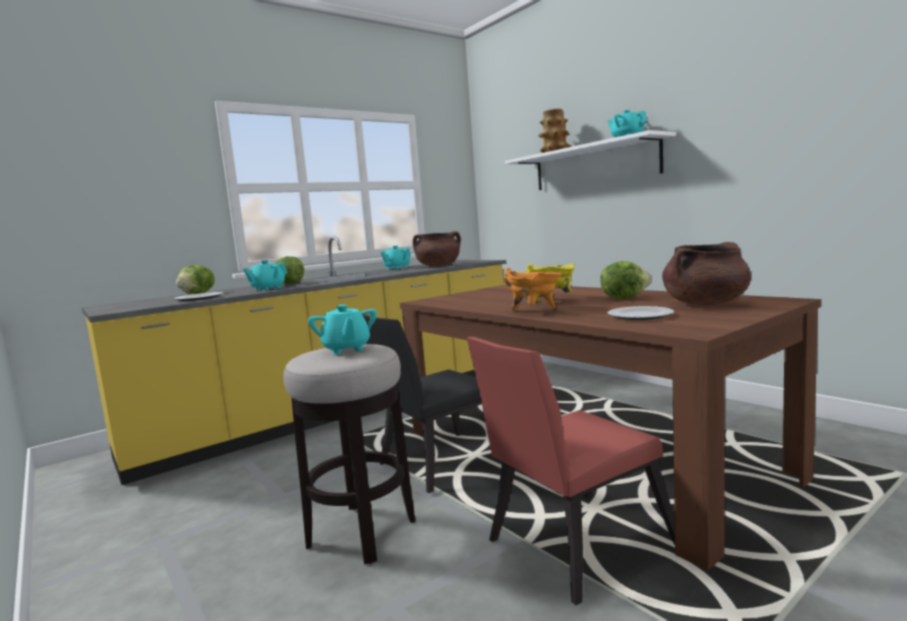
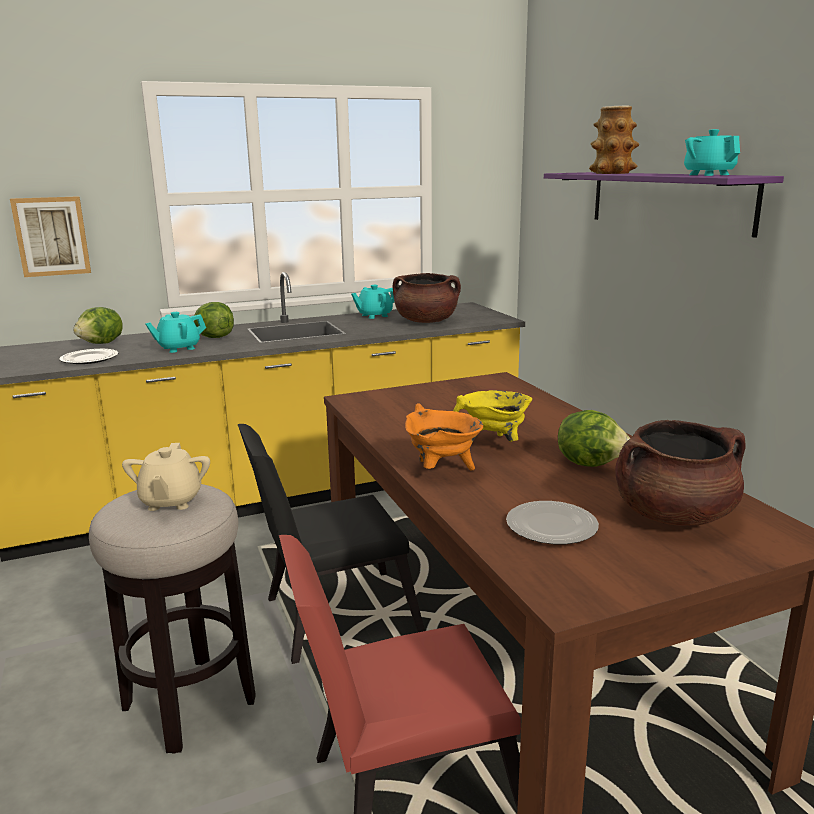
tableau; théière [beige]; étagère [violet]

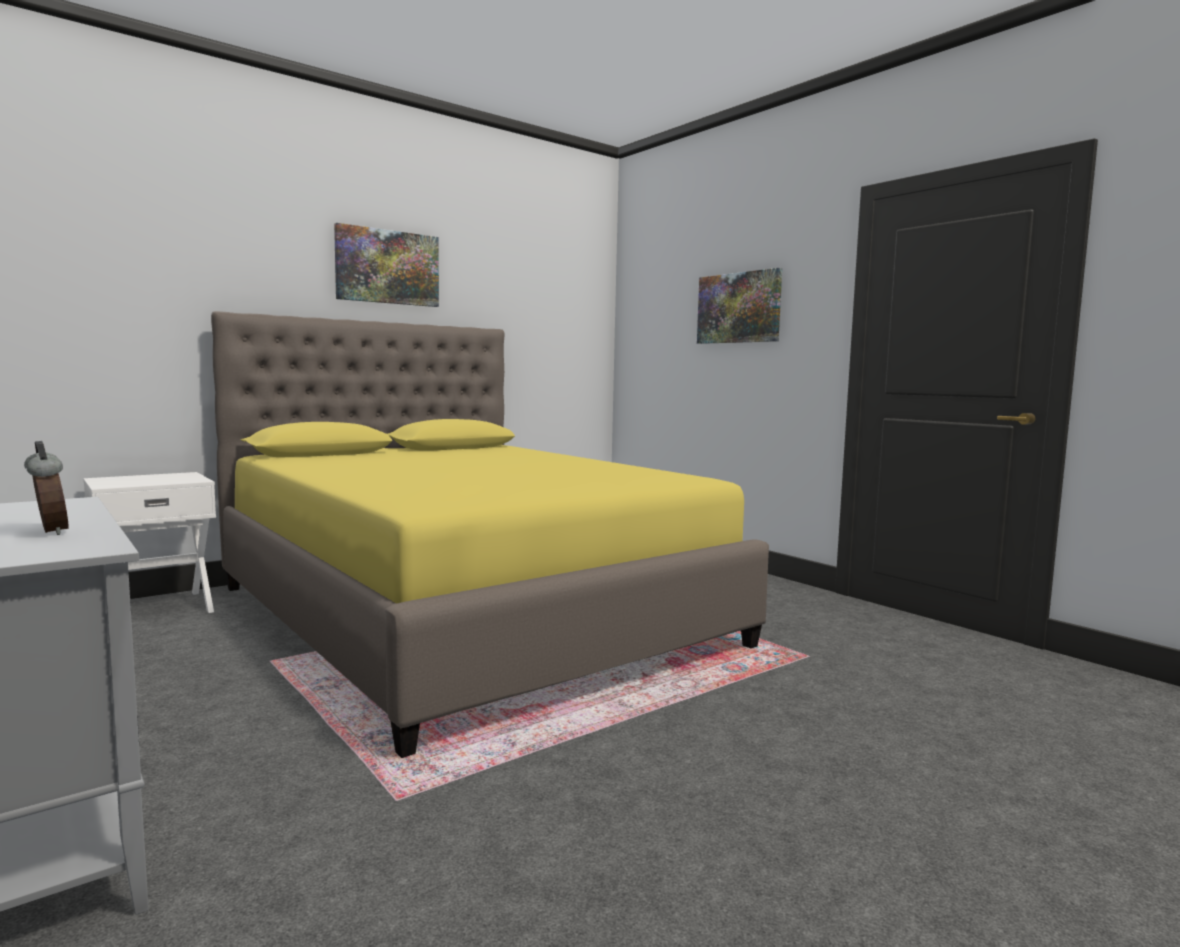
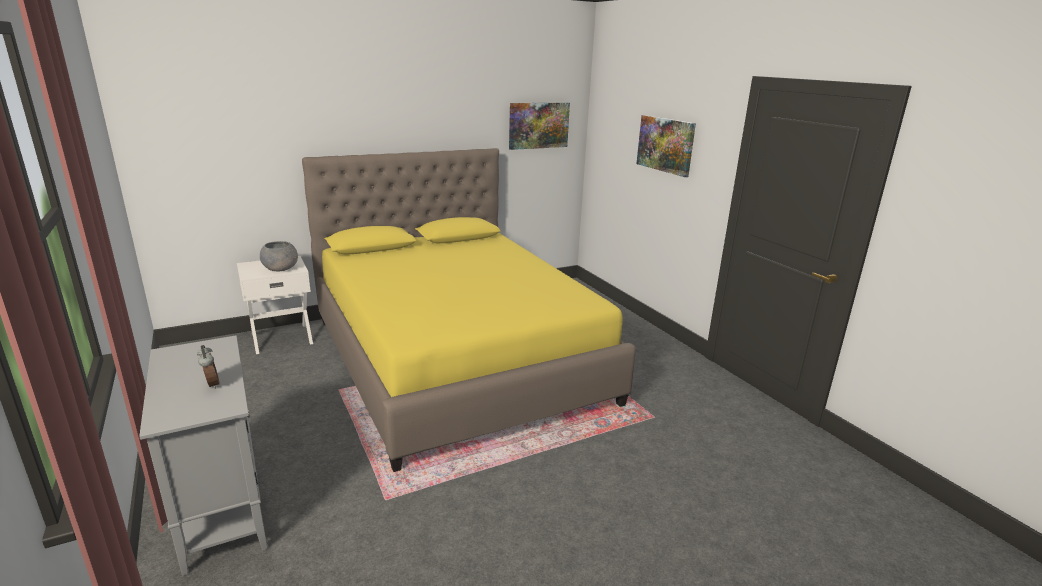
bol [gris]; tableau (no. 1 from left)

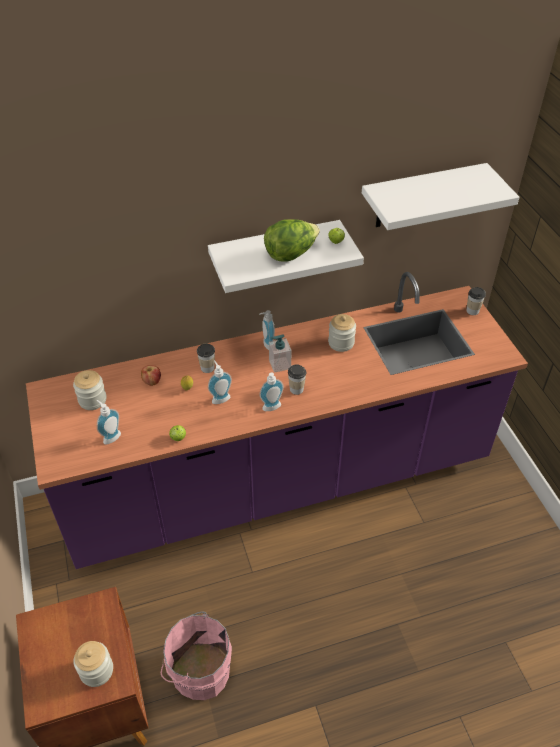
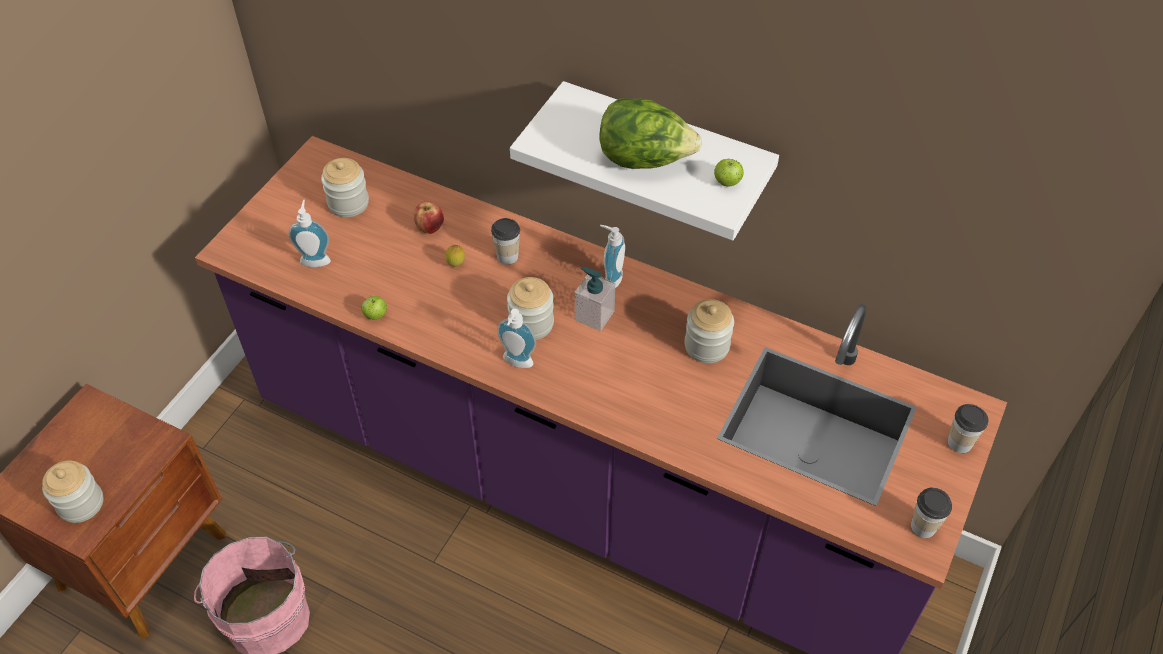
bocal (no. 3 from left); tasse (no. 2 from left); distributeur de savon (no. 2 from left in the first image); étagère [blanc] (no. 2 from left in the first image)

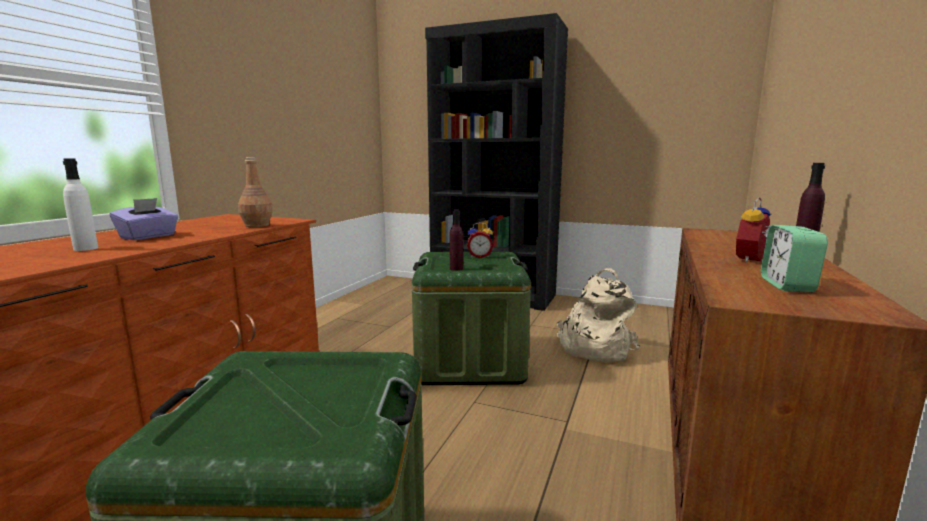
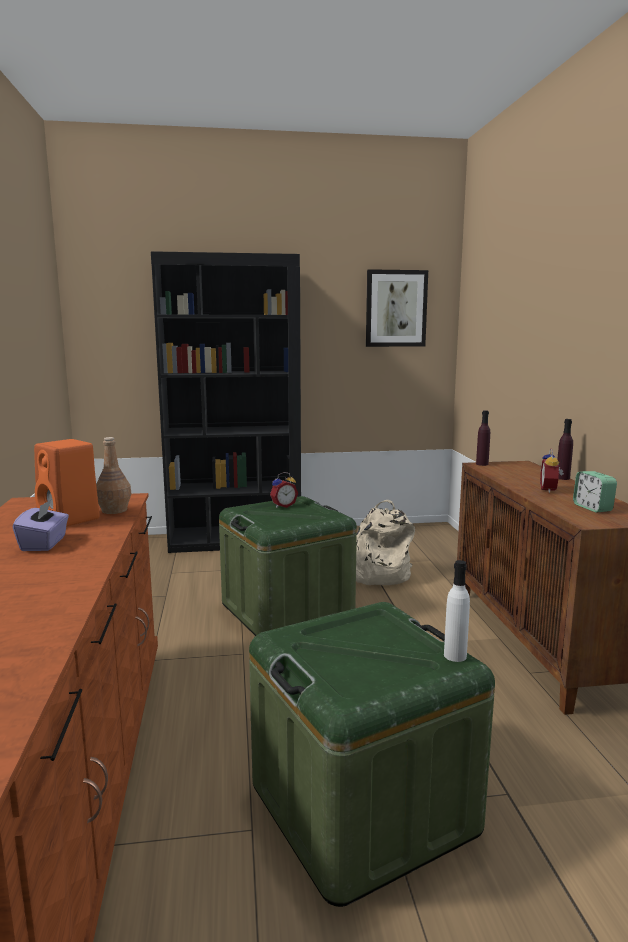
enceinte [orange]; tableau; bouteille [blanc]; bouteille [violet] (no. 1 from left)

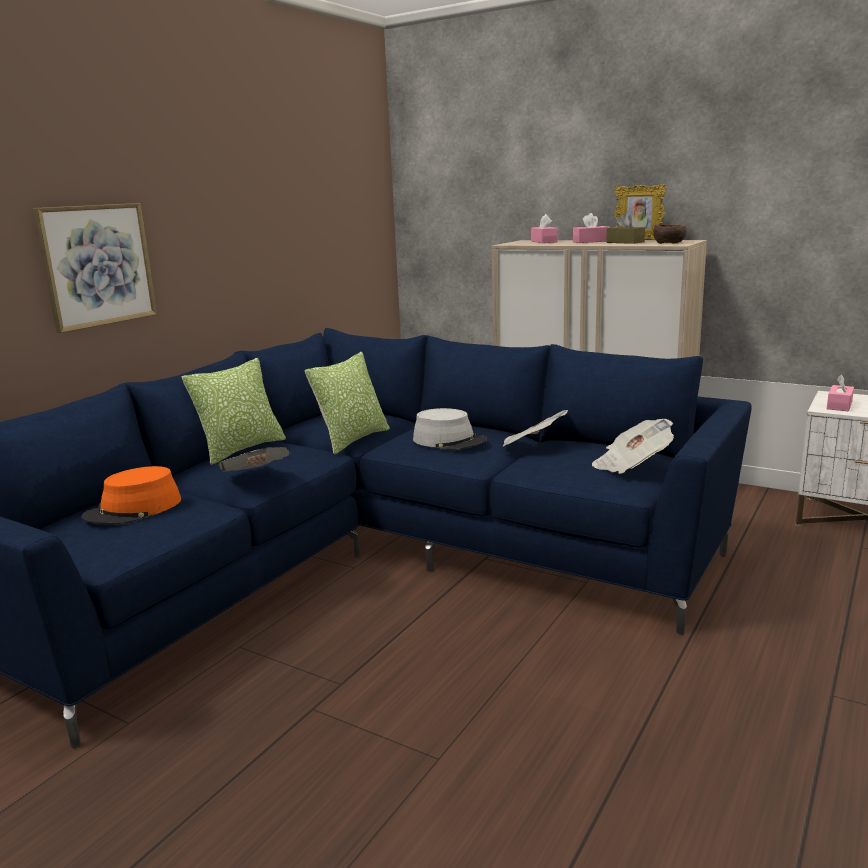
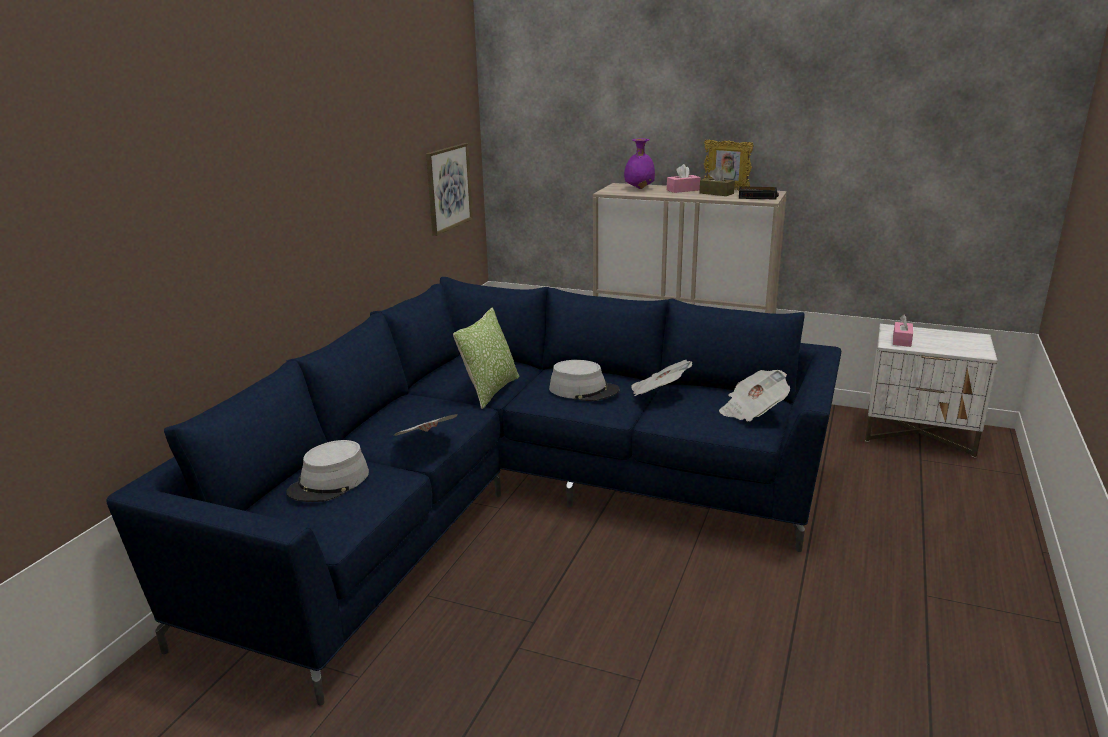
chapeau [gris] (no. 1 from left); tableau; vase [violet]; réveil; coussin (no. 1 from left in the first image)

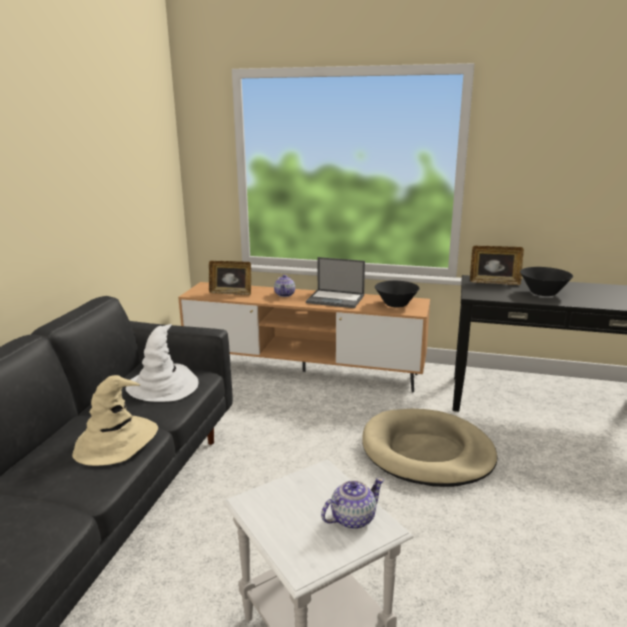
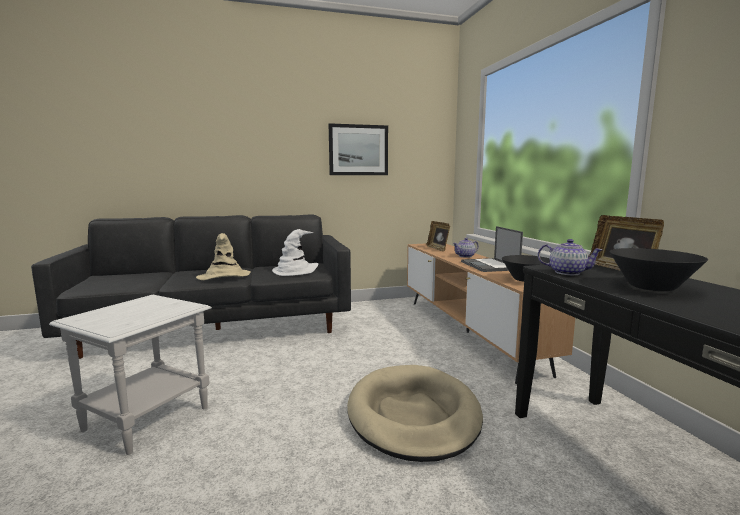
tableau; théière (no. 2 from left)

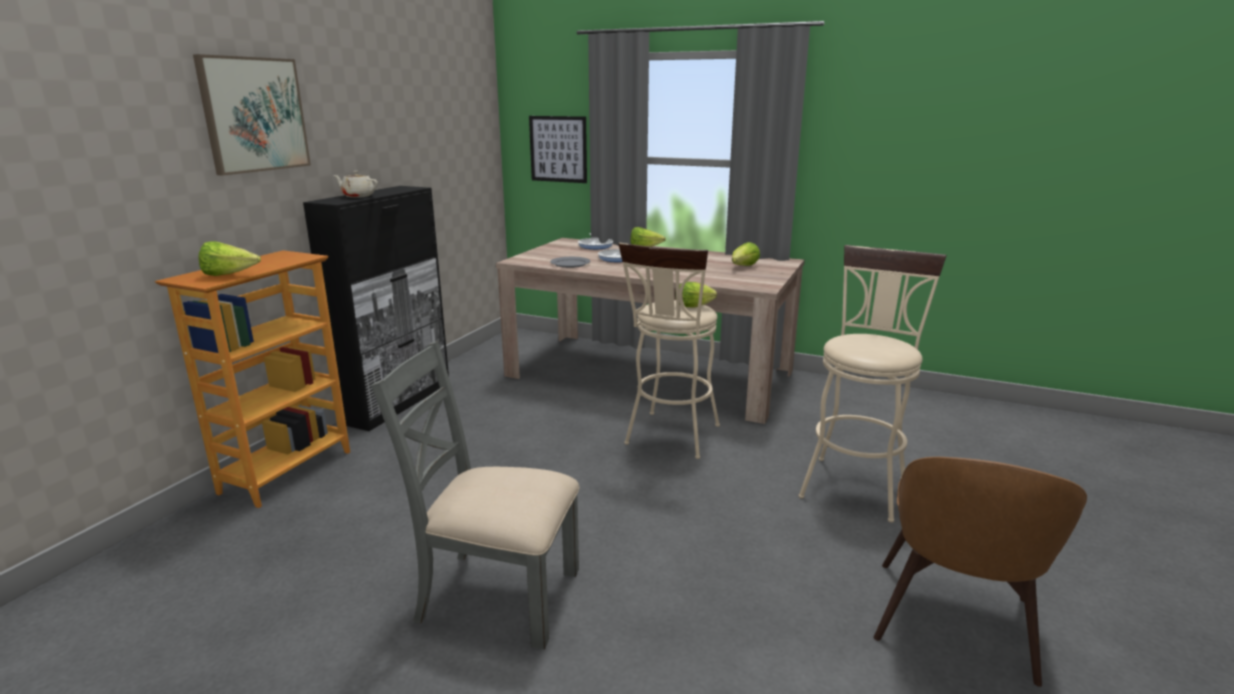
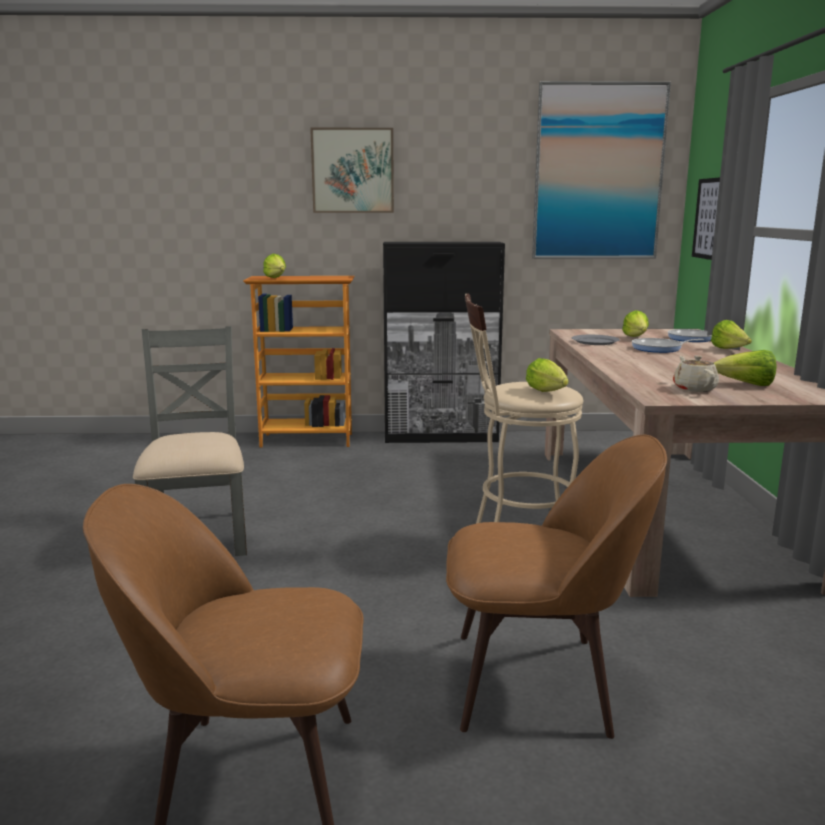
chaise [marron] (no. 2 from left); tableau (no. 2 from left); laitue (no. 3 from left); théière [beige]

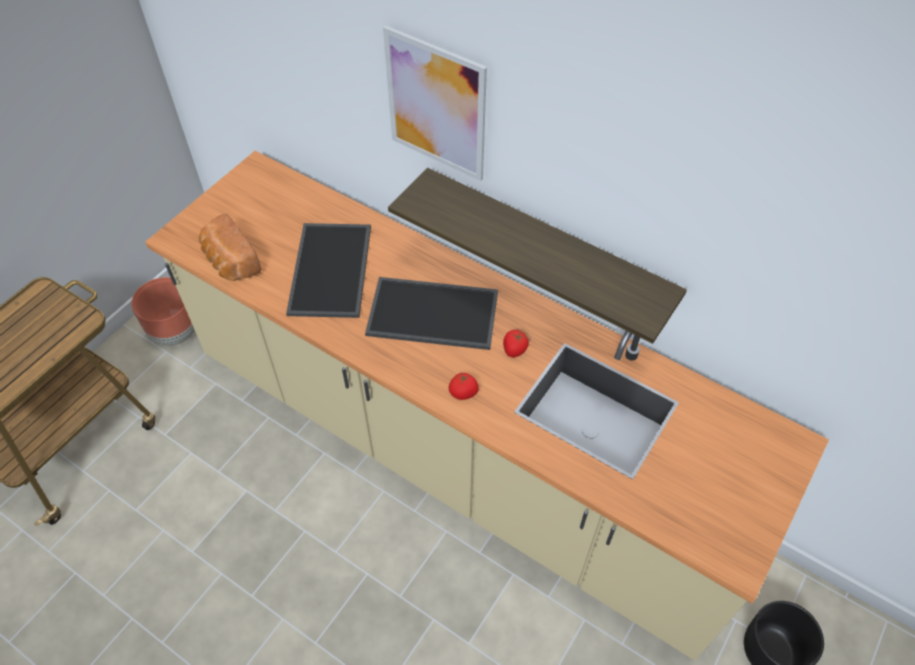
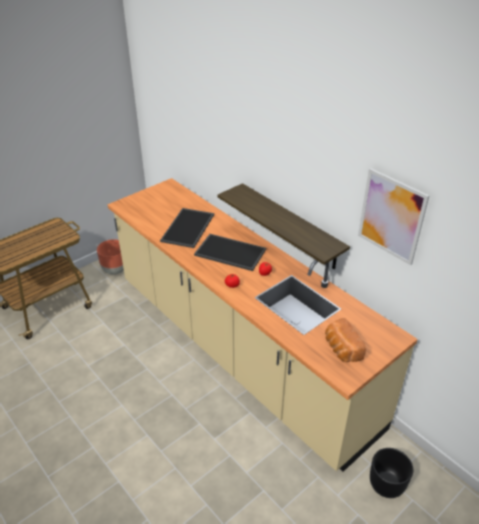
pain; tableau

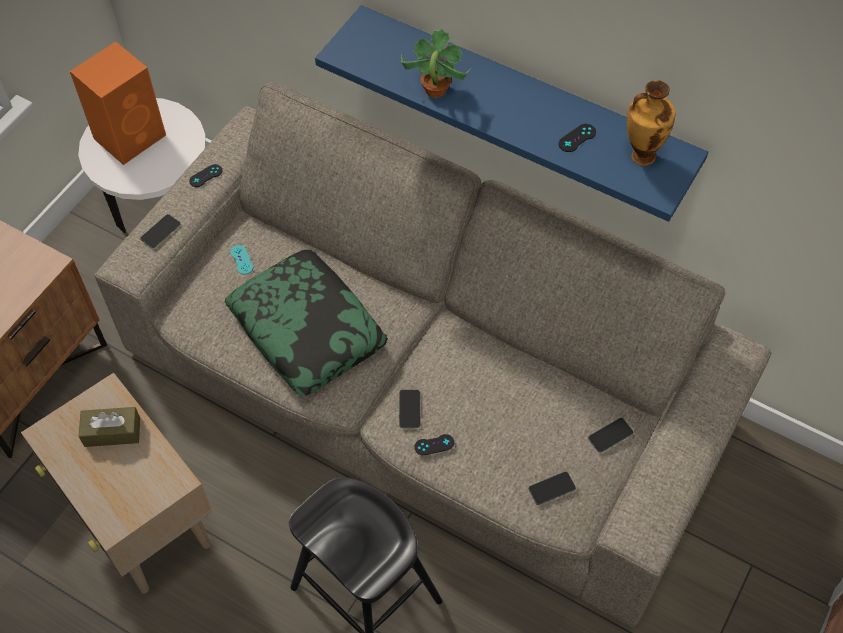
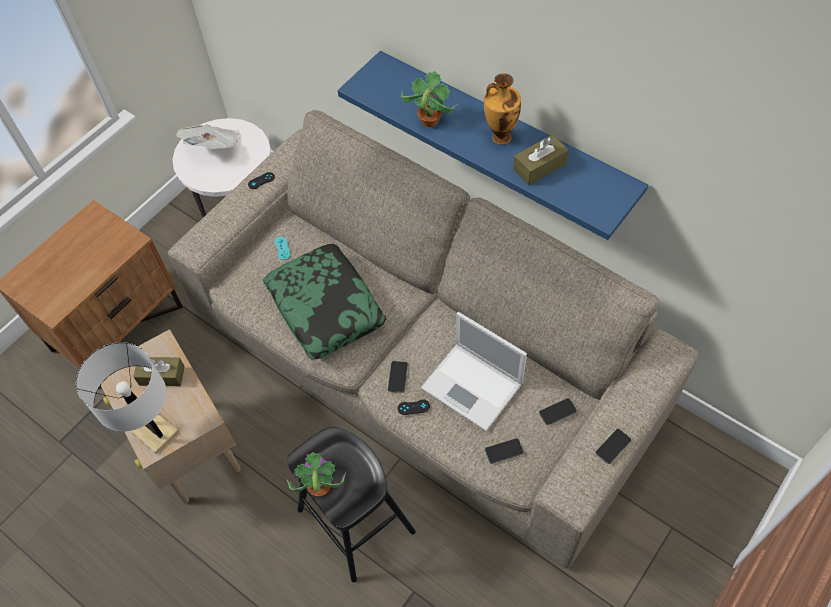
lampe de table [blanc]; journal; plante en pot (no. 1 from left); ordinateur portable; vase; boîte à mouchoirs [marron] (no. 2 from left); téléphone (no. 4 from left)

